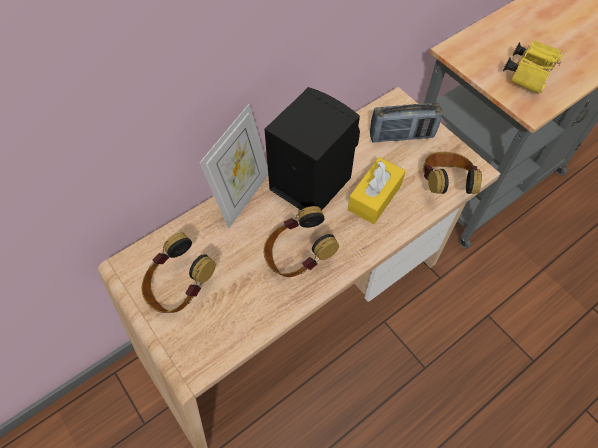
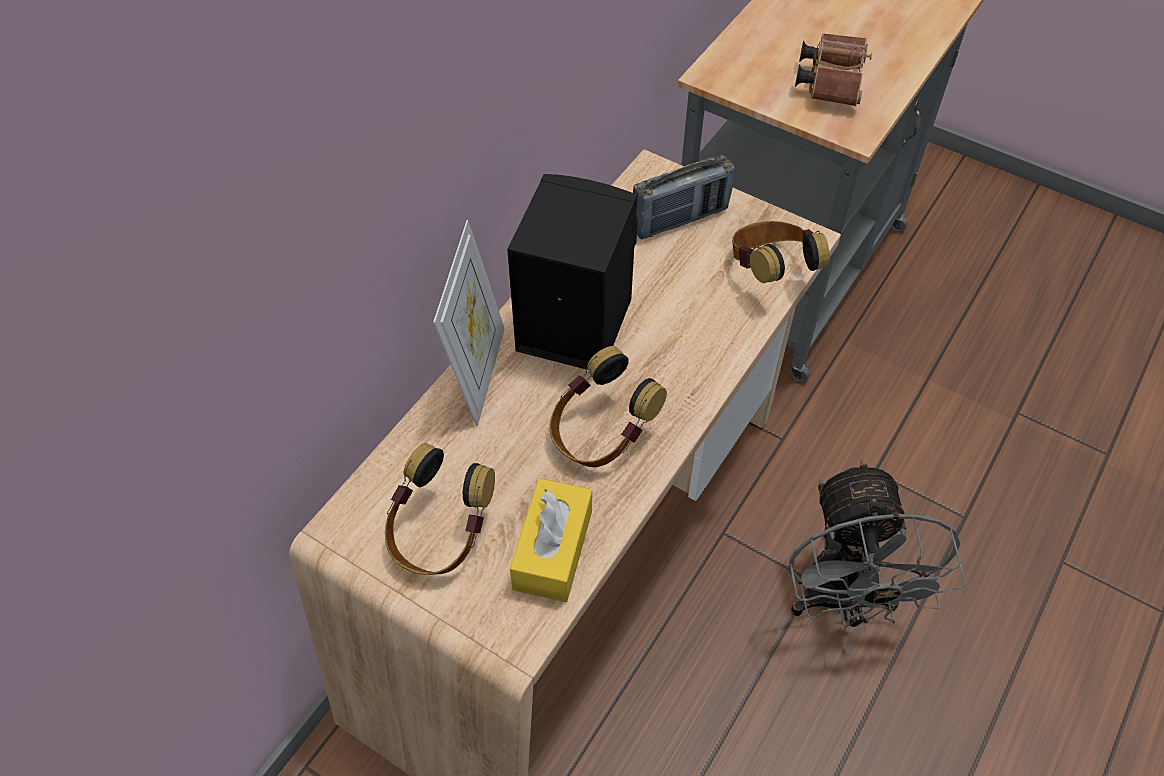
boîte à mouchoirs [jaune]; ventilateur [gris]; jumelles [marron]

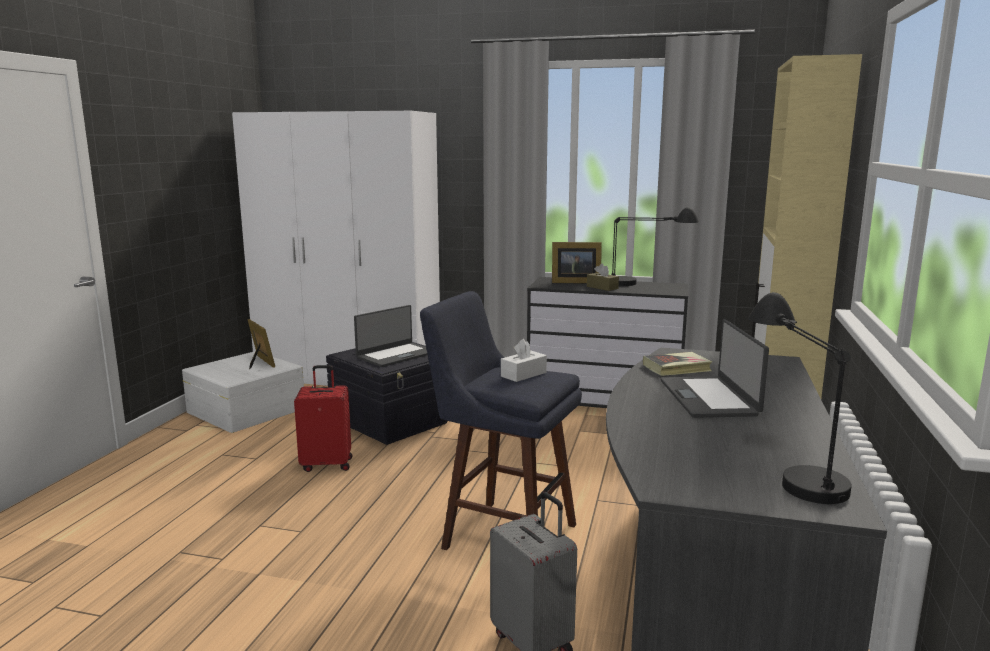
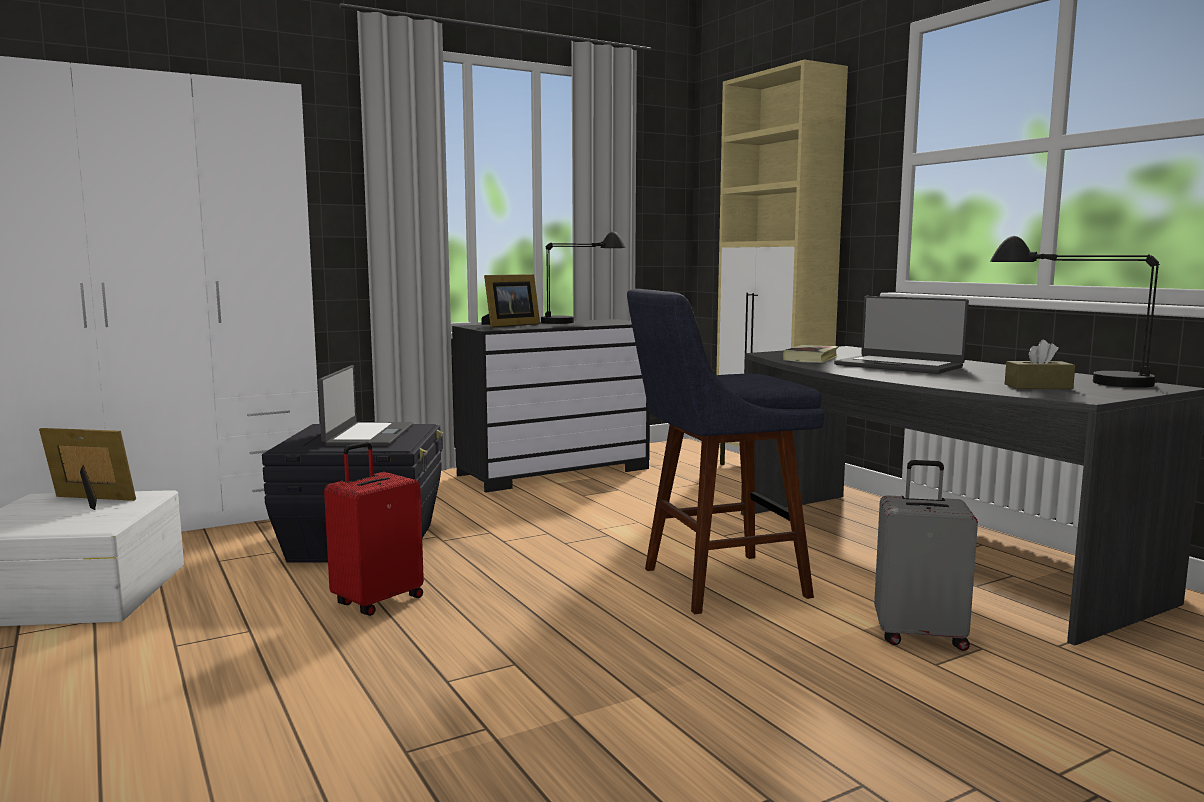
boîte à mouchoirs [marron]; boîte à mouchoirs [blanc]

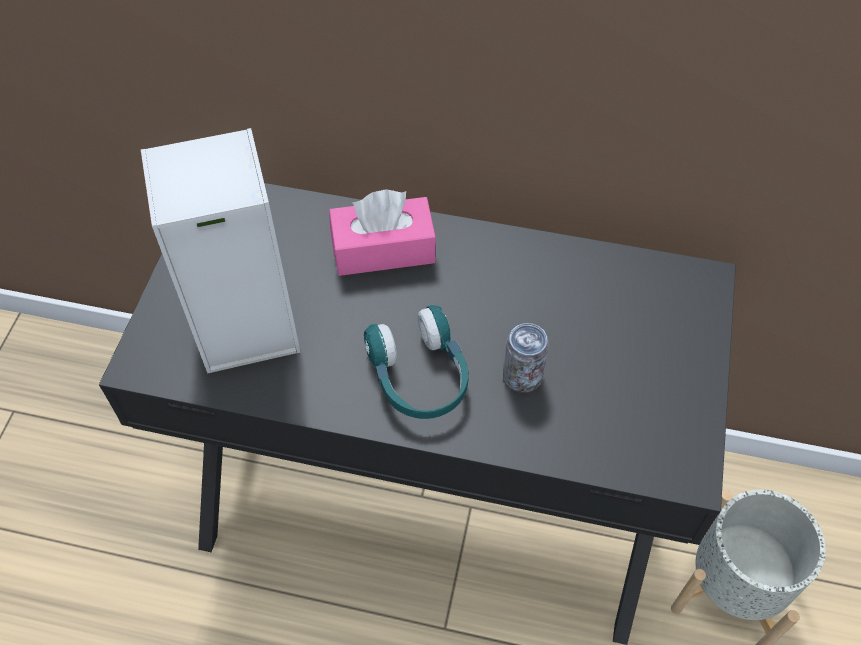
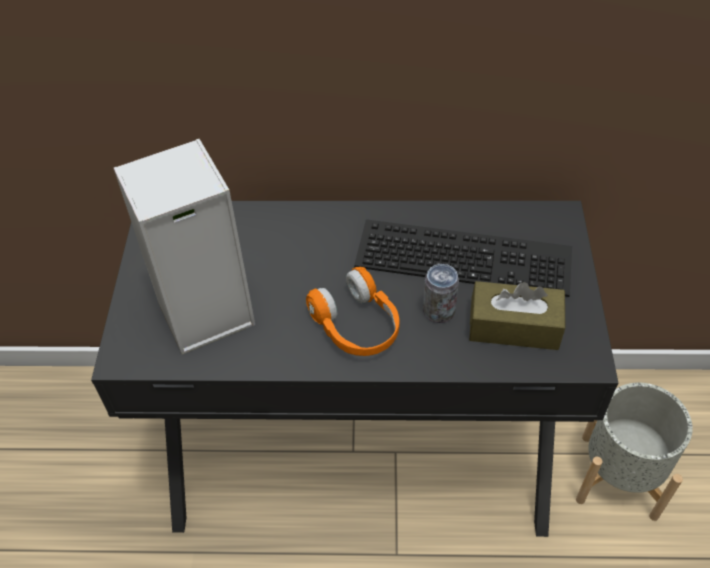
casque audio [orange]; clavier; boîte à mouchoirs [marron]; boîte à mouchoirs [rose]

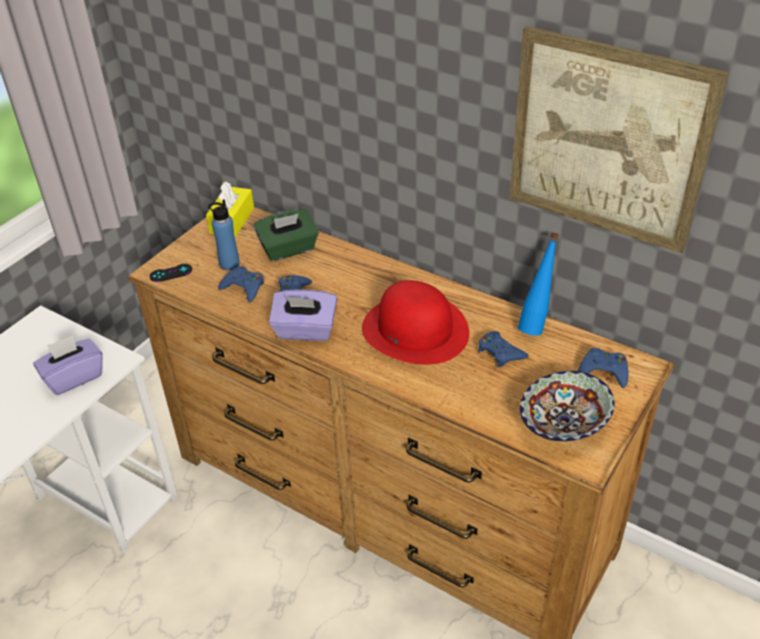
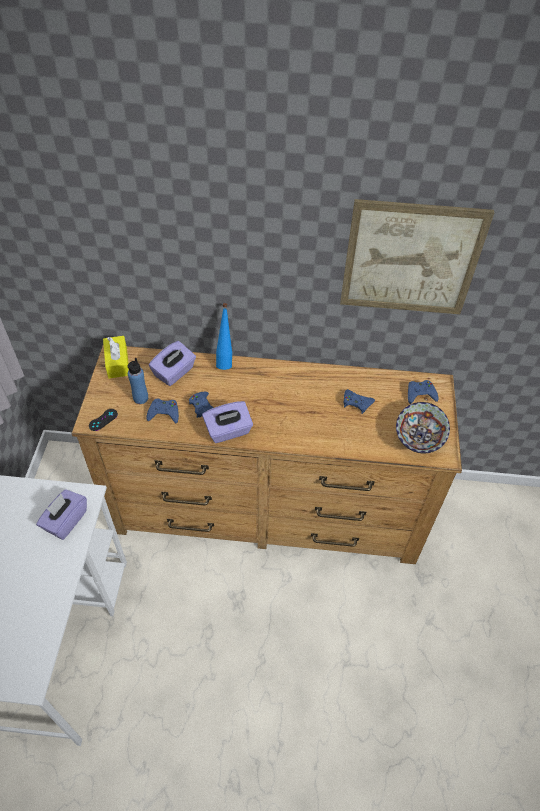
boîte à mouchoirs [violet] (no. 2 from left); bouteille [bleu] (no. 2 from left); chapeau [rouge]

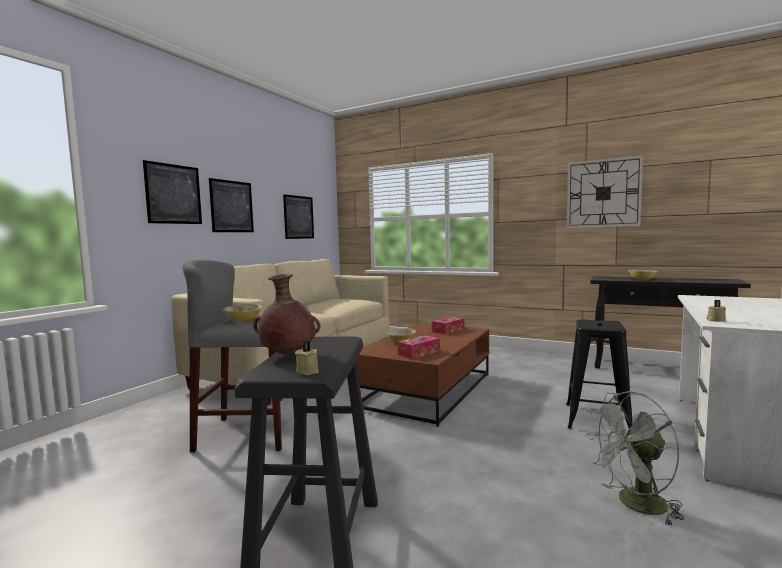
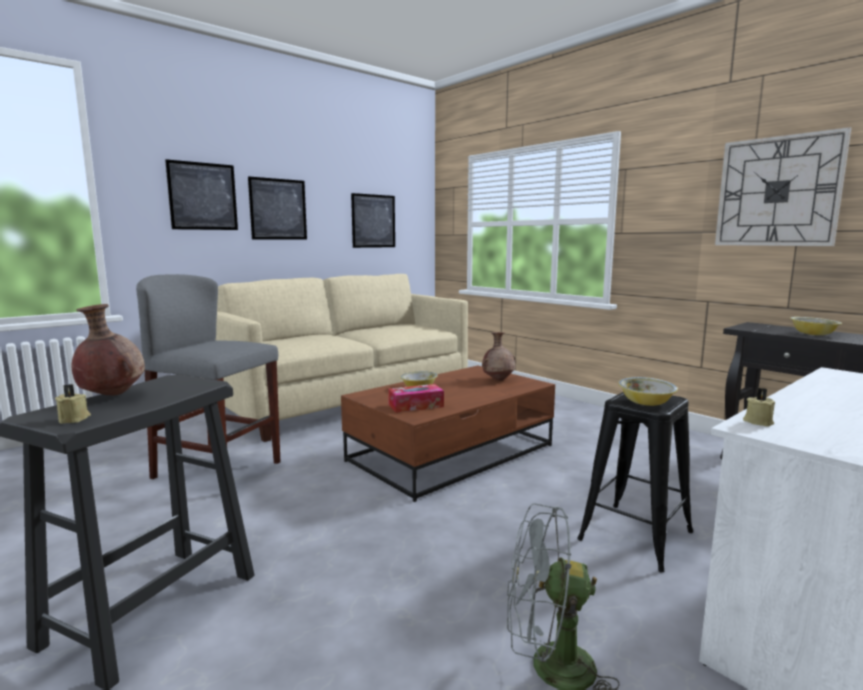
vase [marron] (no. 2 from left); bol (no. 2 from left)

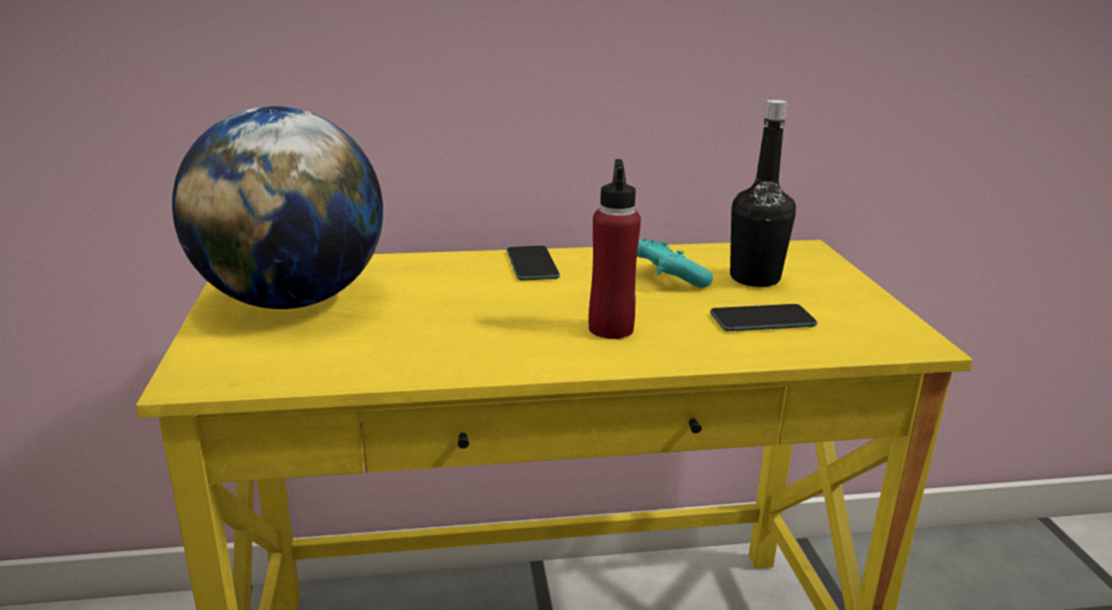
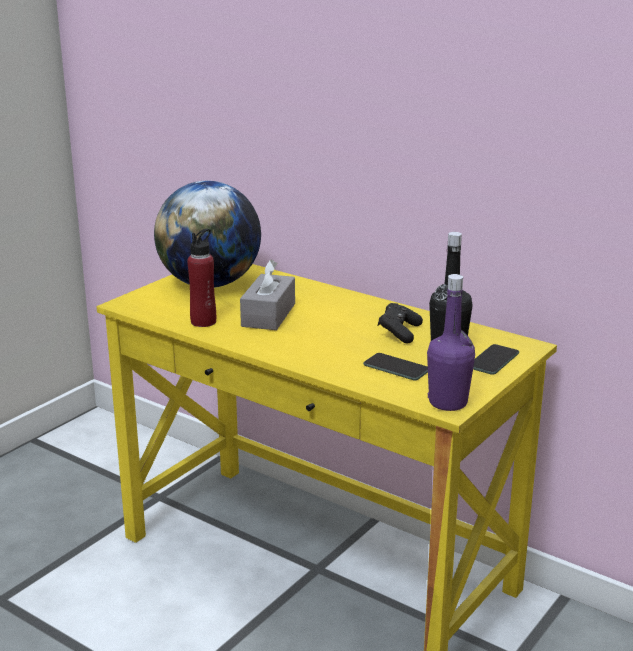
bouteille [rouge]; boîte à mouchoirs [gris]; manette [noir]; bouteille [violet]; téléphone (no. 2 from left)

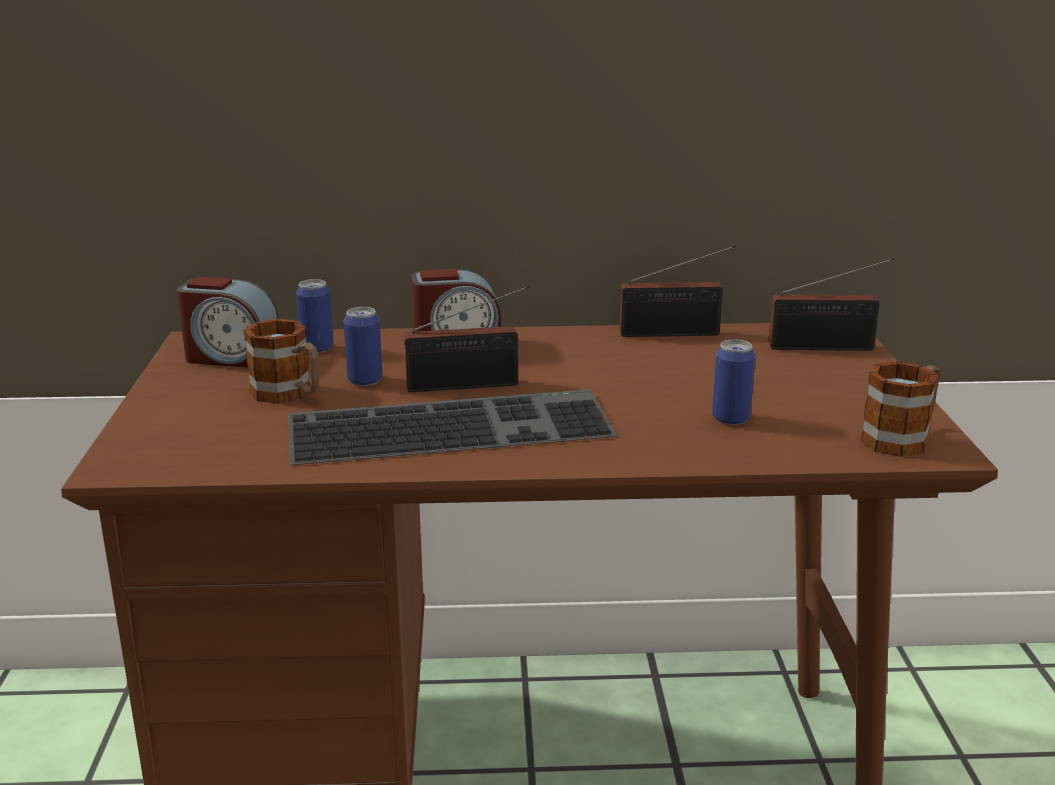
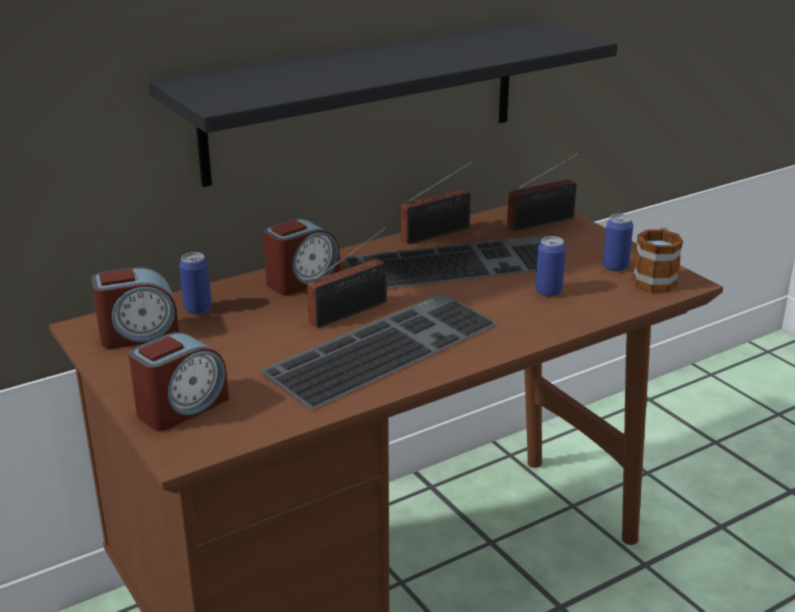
réveil (no. 2 from left); étagère [noir]; clavier (no. 2 from left); boîte métallique (no. 3 from left); mug (no. 1 from left in the first image)

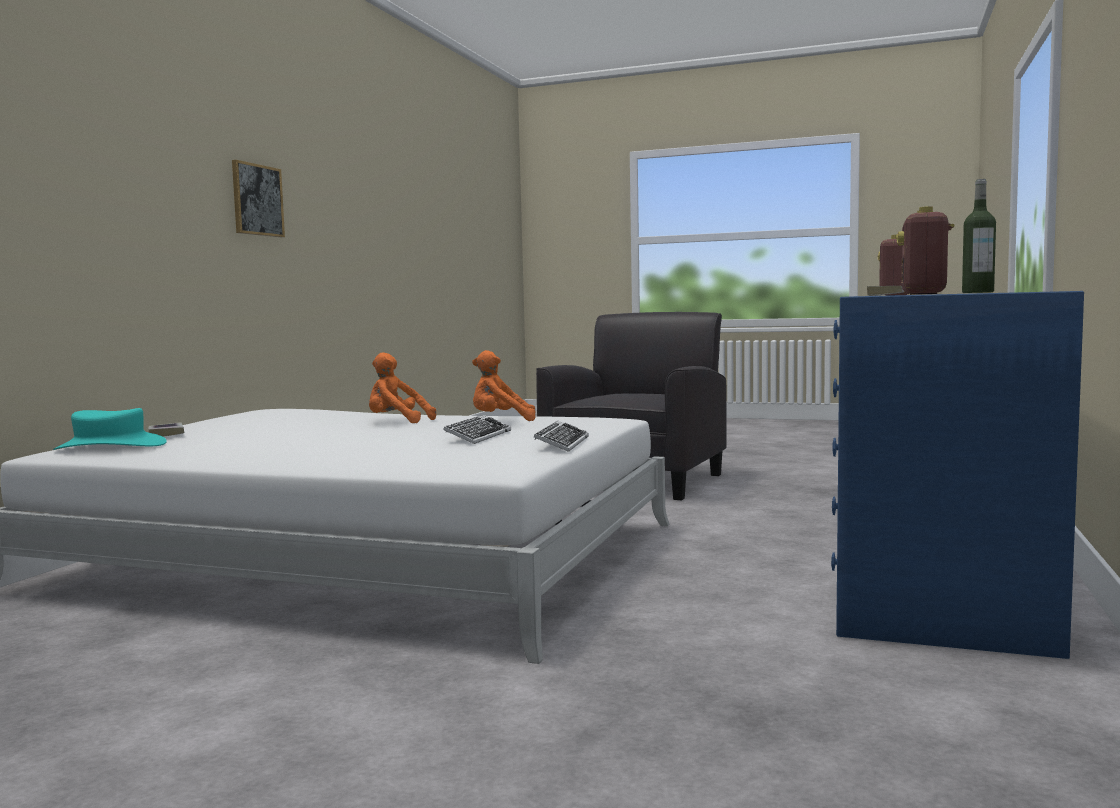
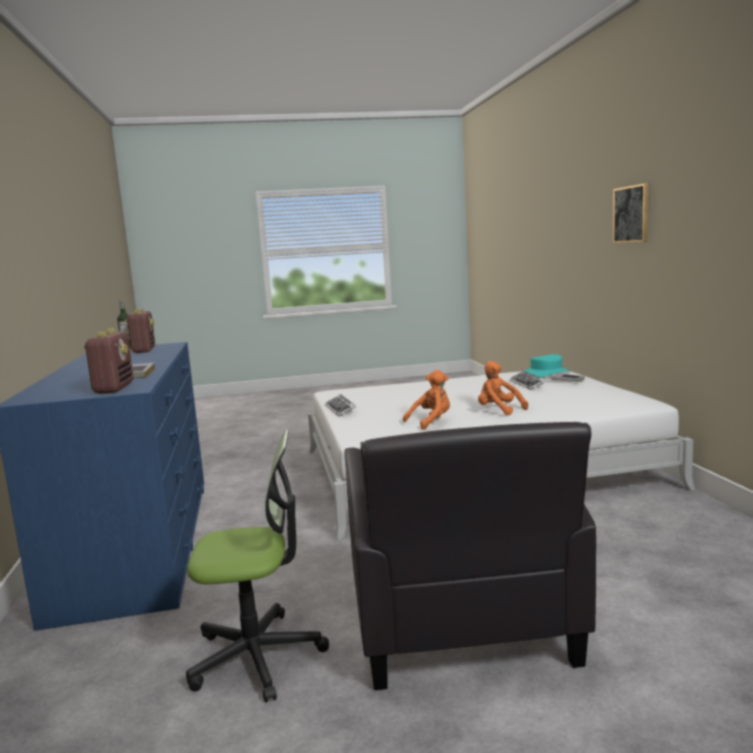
chaise de bureau; peluche [orange] (no. 2 from left); clavier (no. 2 from left); tableau

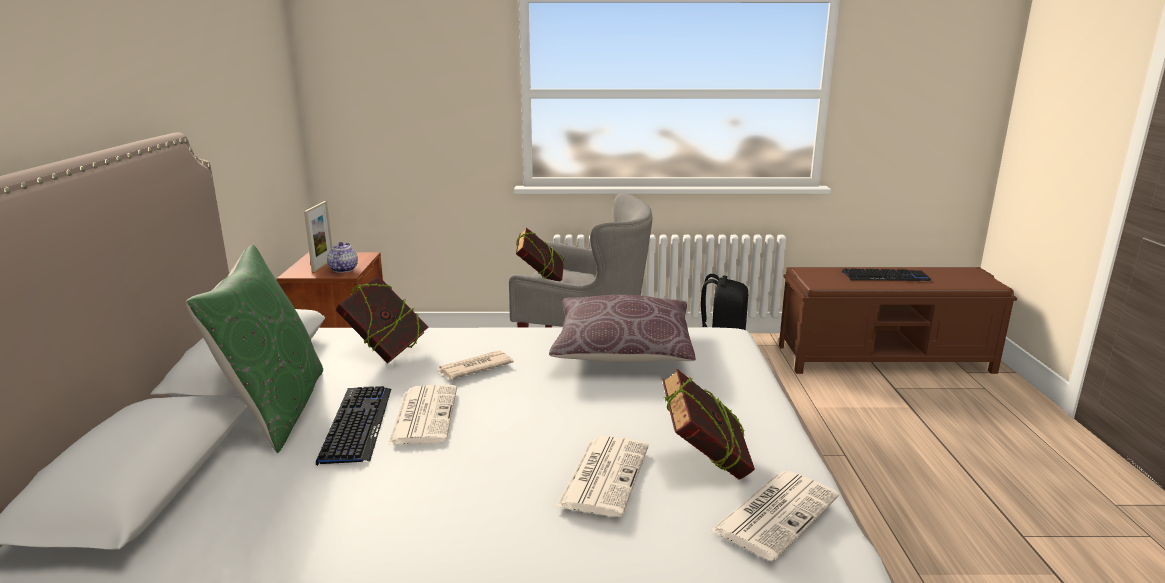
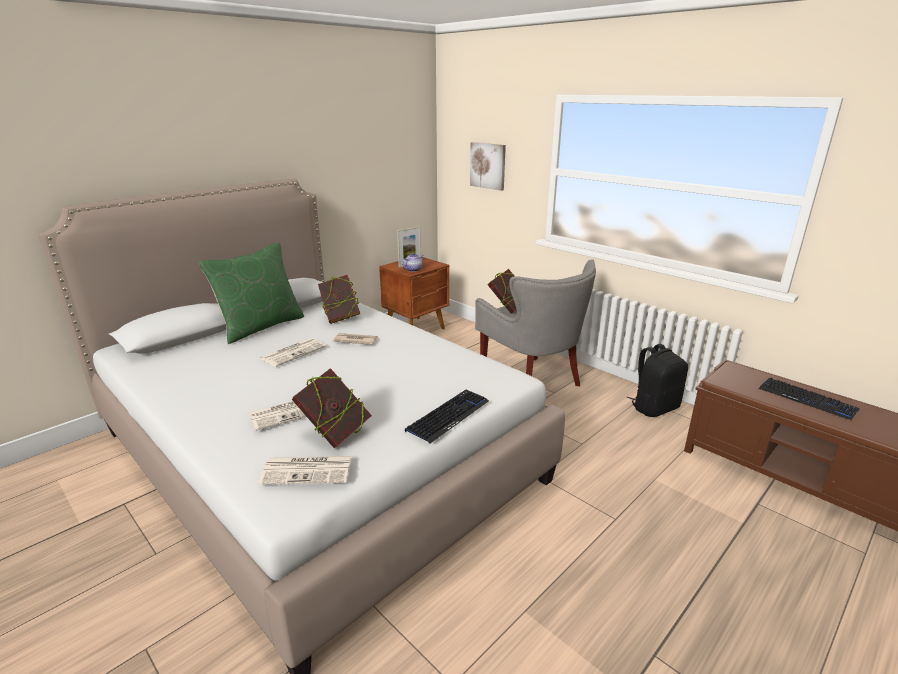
clavier (no. 1 from left); tableau; coussin [marron]

